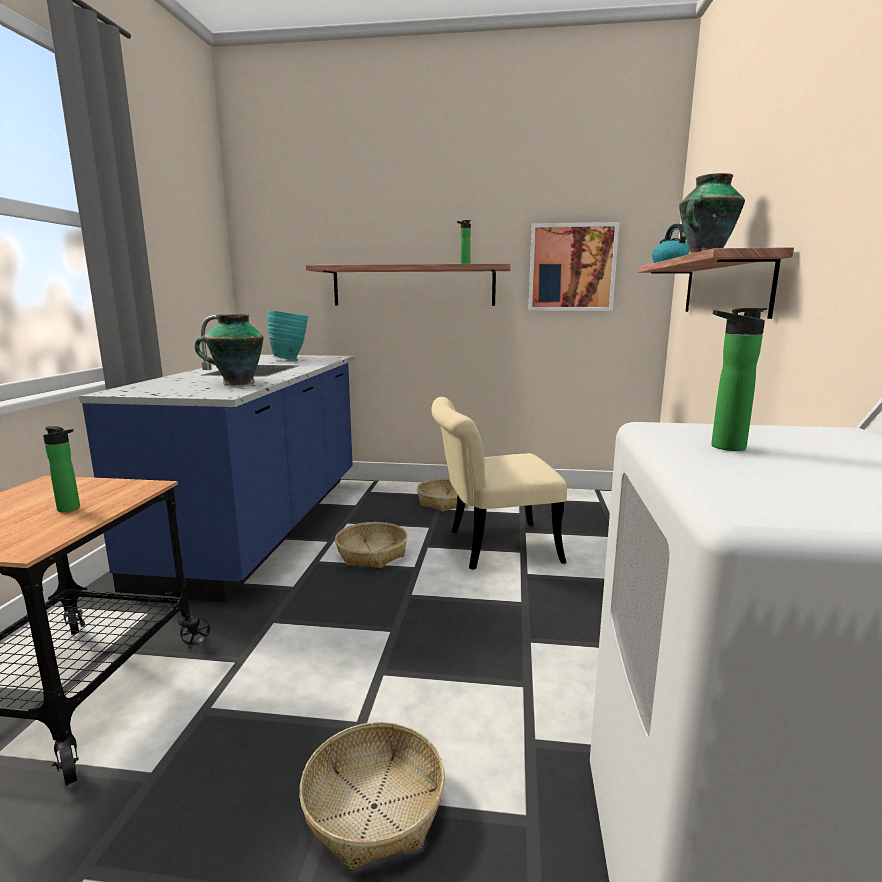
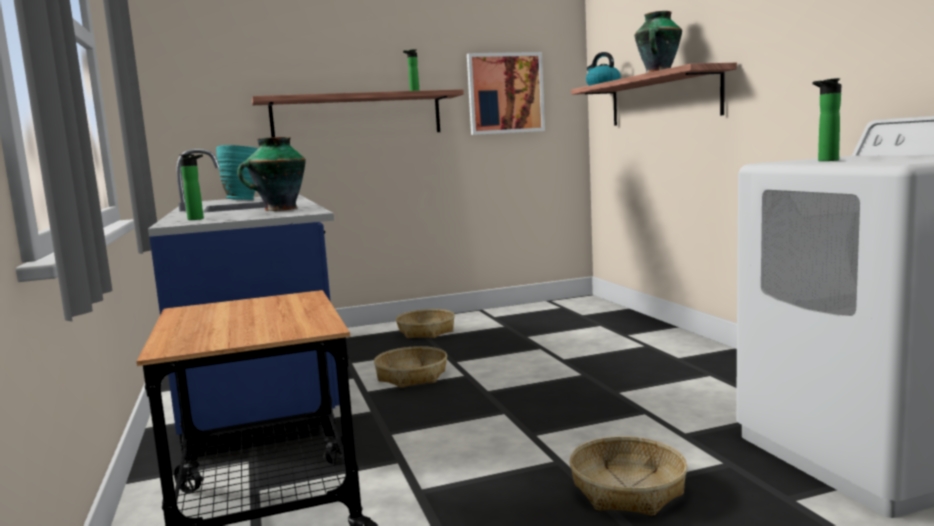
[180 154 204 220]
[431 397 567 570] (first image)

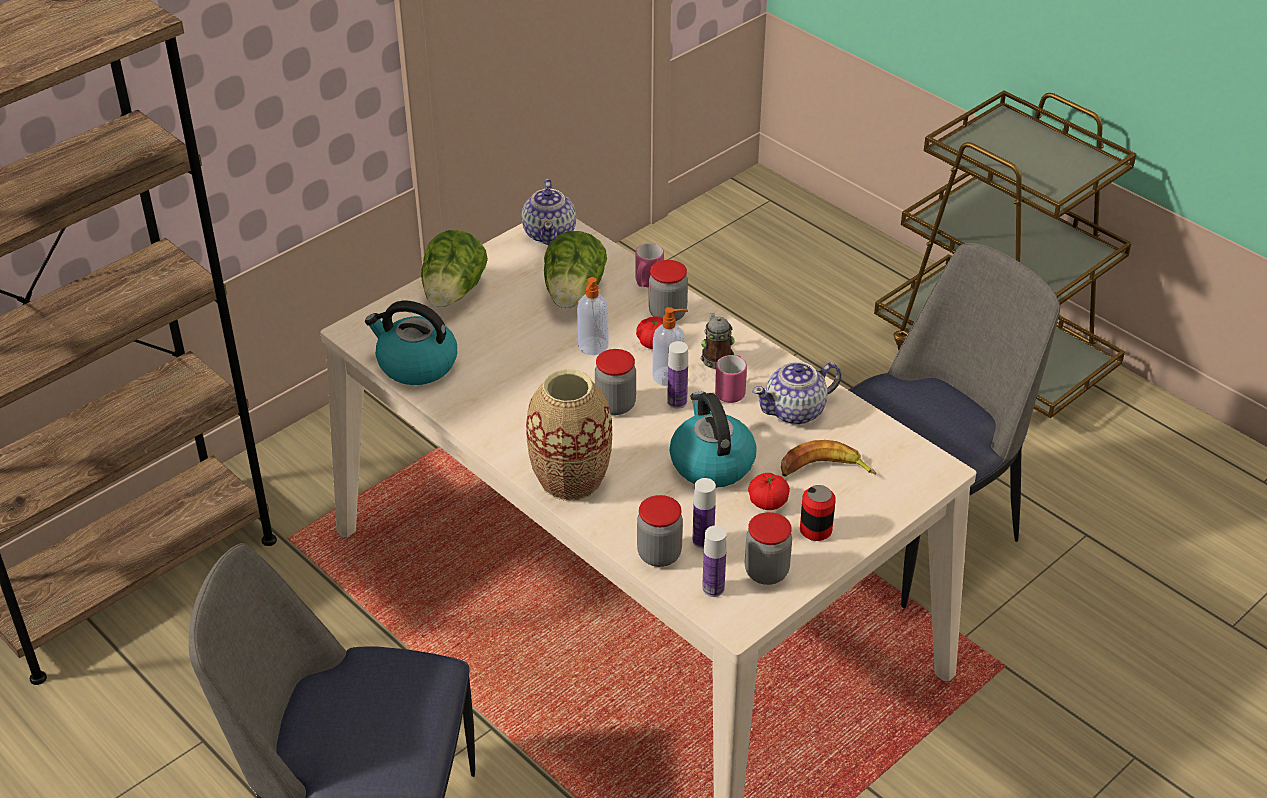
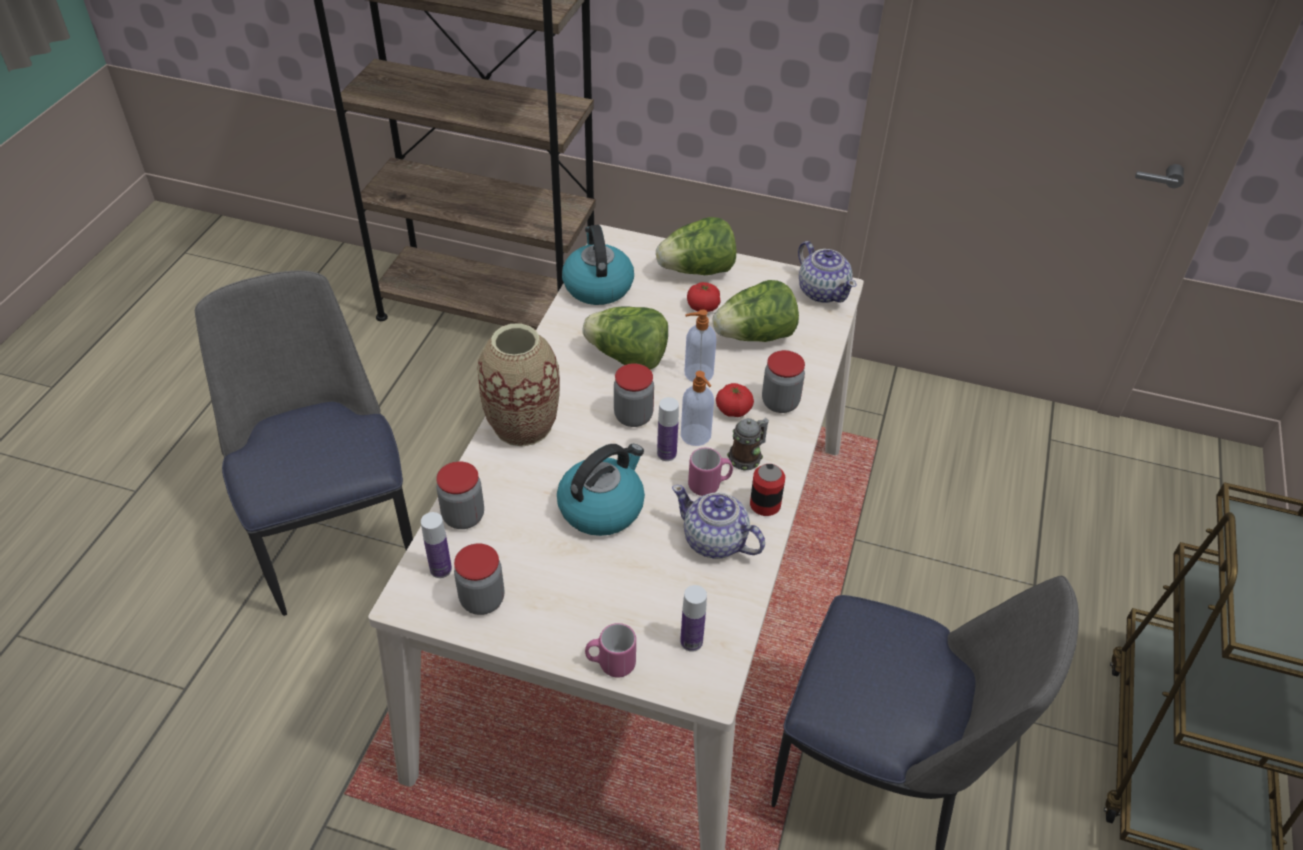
[582 306 668 370]
[585 623 636 677]
[680 585 707 652]
[687 282 720 312]
[750 464 785 516]
[798 241 857 303]
[781 440 876 477] (first image)

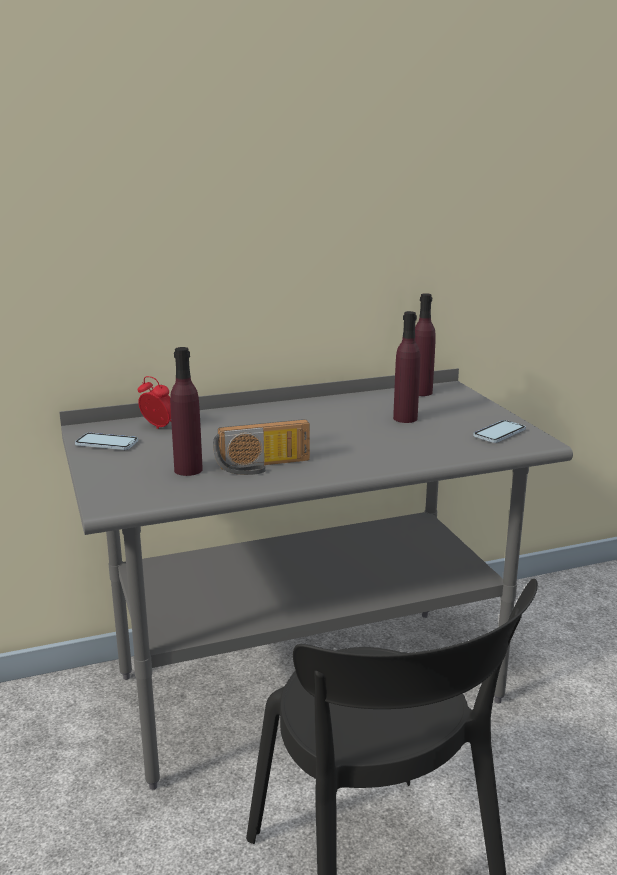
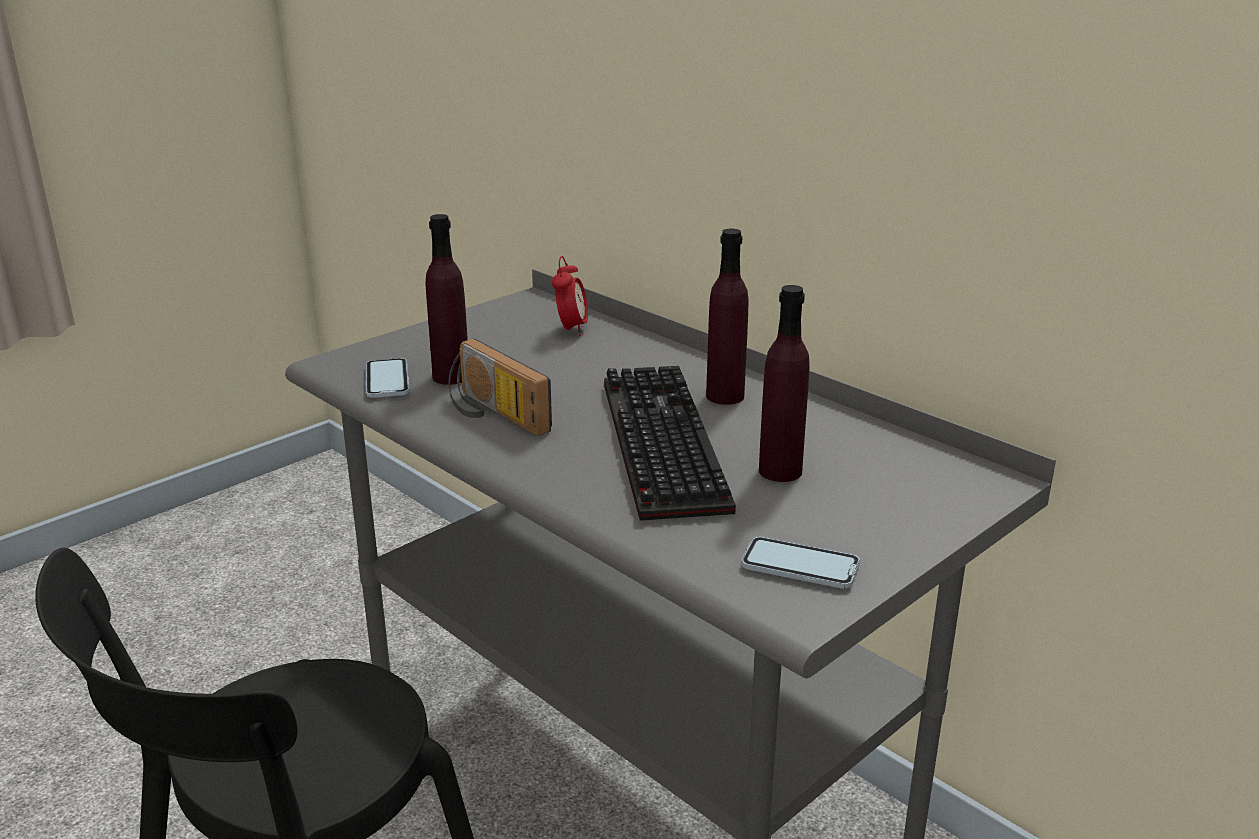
[365 358 409 398]
[604 366 736 521]
[706 229 748 405]

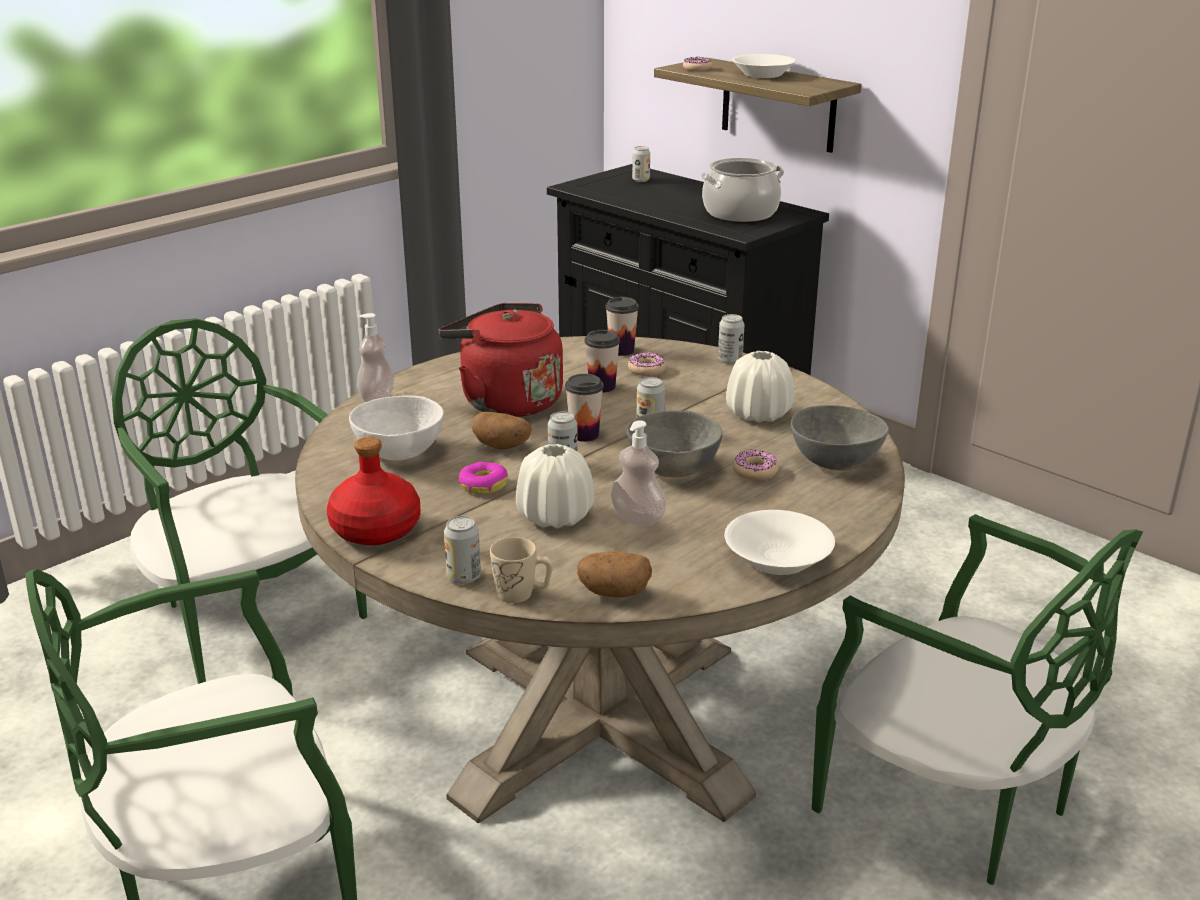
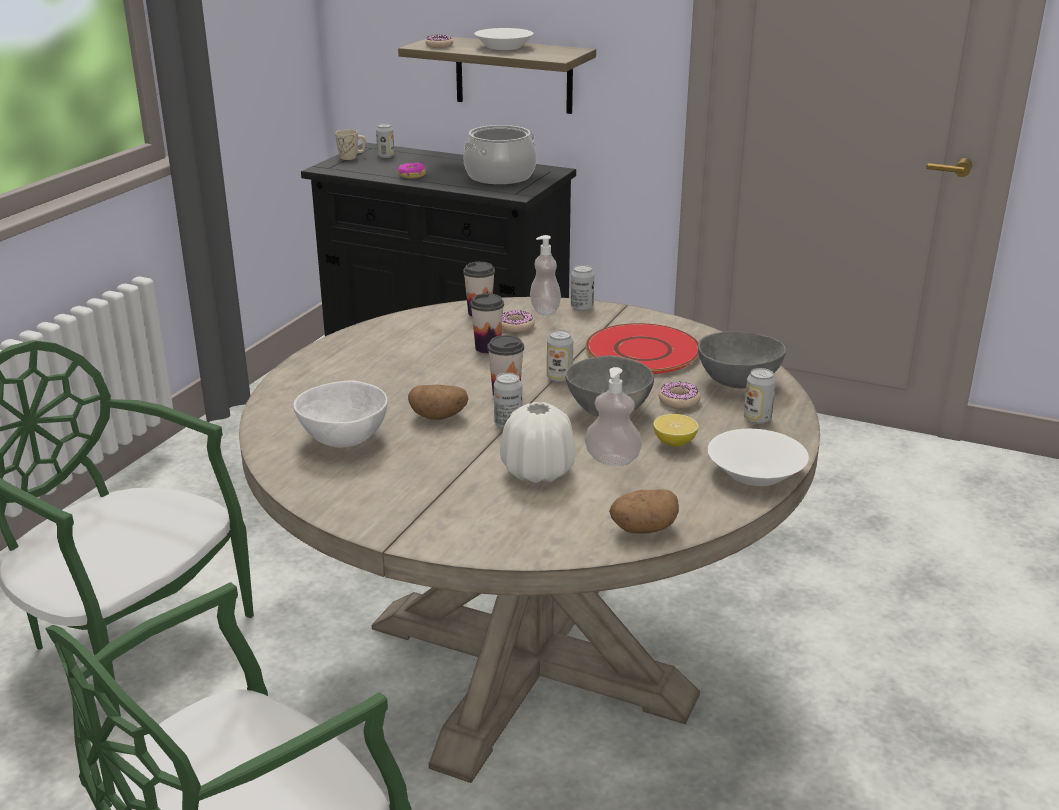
[335 129 366 160]
[398 163 426 178]
[530 235 561 315]
[586 323 699 374]
[653 414 699 447]
[744 368 776 424]
[327 437 421 545] (first image)
[439 303 563 417] (first image)
[812 514 1143 885] (first image)

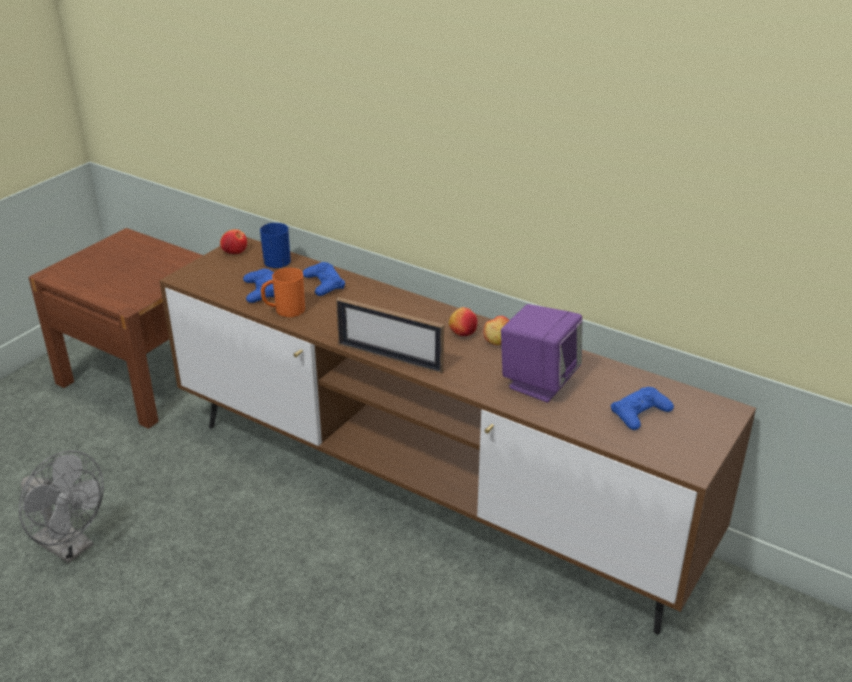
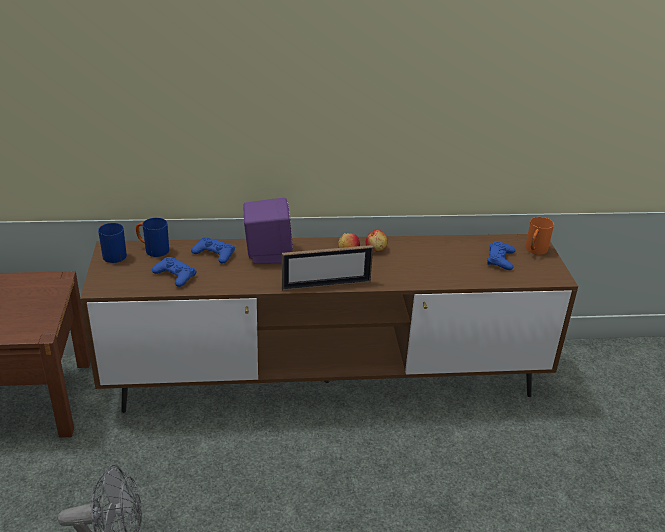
[98 223 127 263]
[243 198 293 264]
[525 217 554 255]

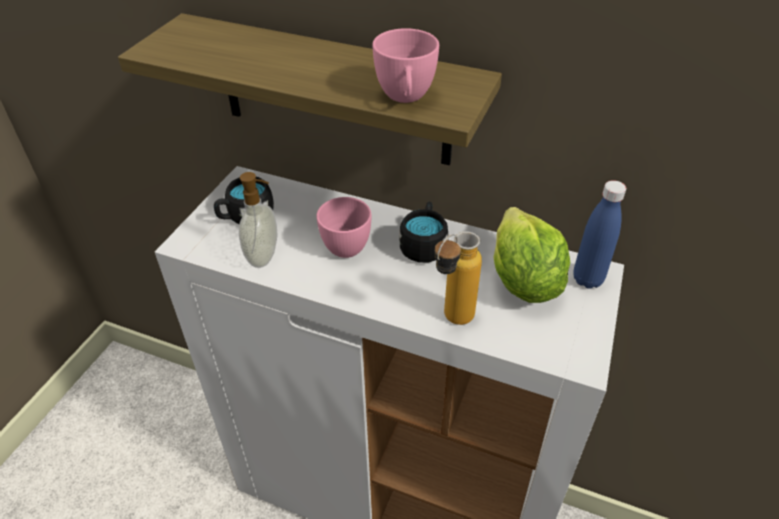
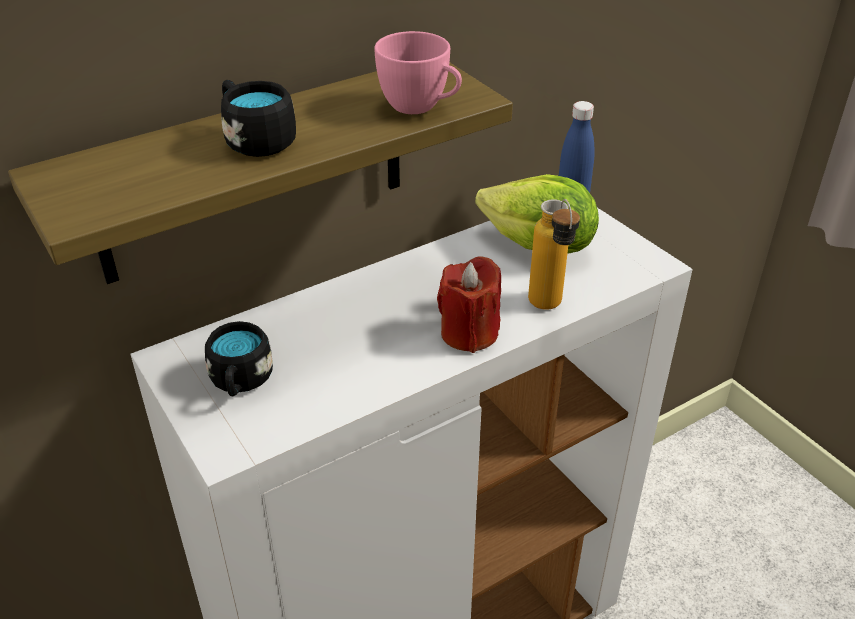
[221 80 296 157]
[437 256 501 353]
[239 172 278 268] (first image)
[316 197 371 258] (first image)

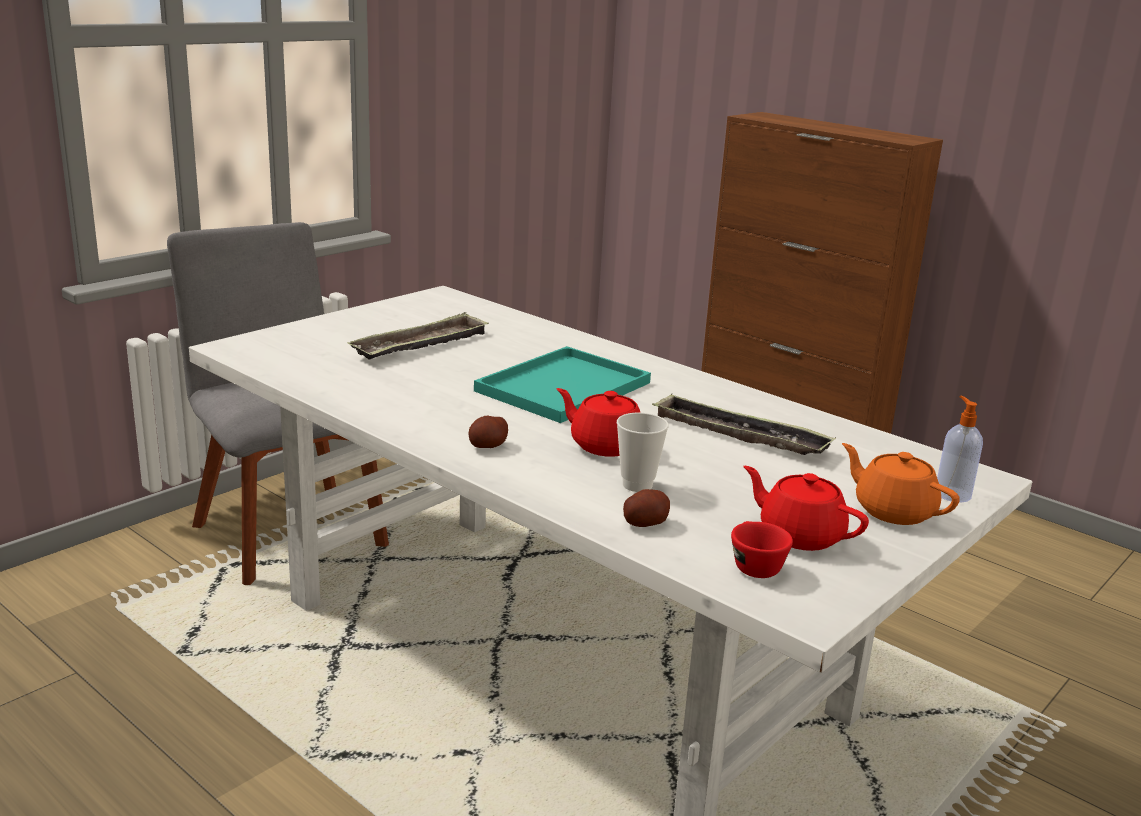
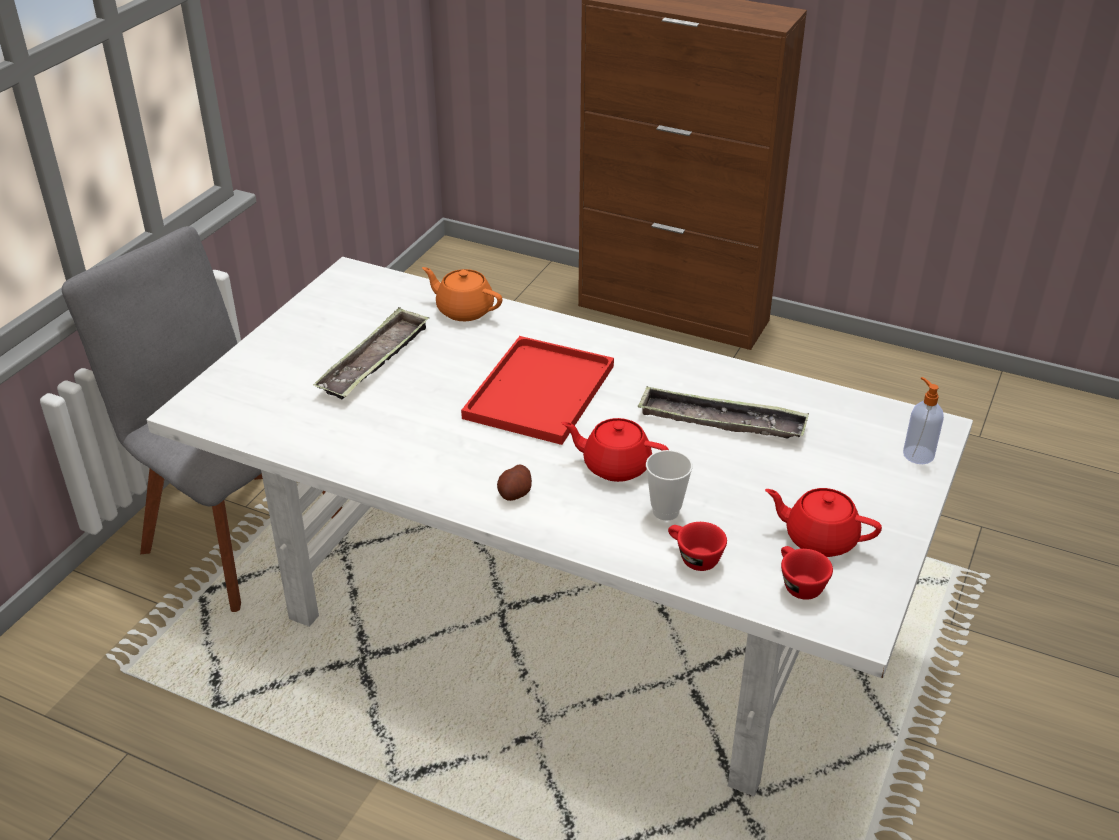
[422 267 503 321]
[461 336 614 445]
[668 522 727 571]

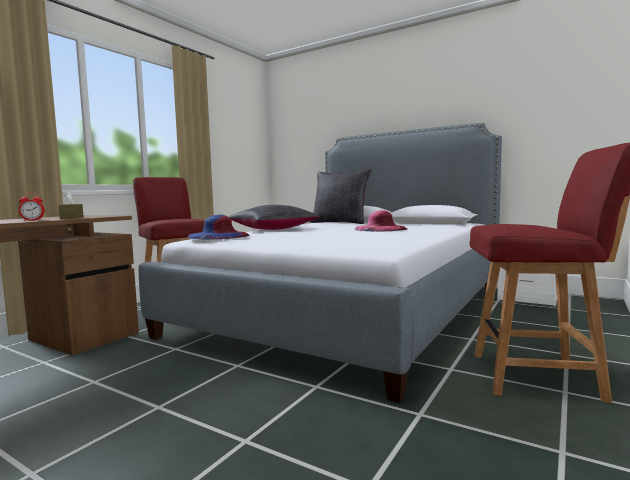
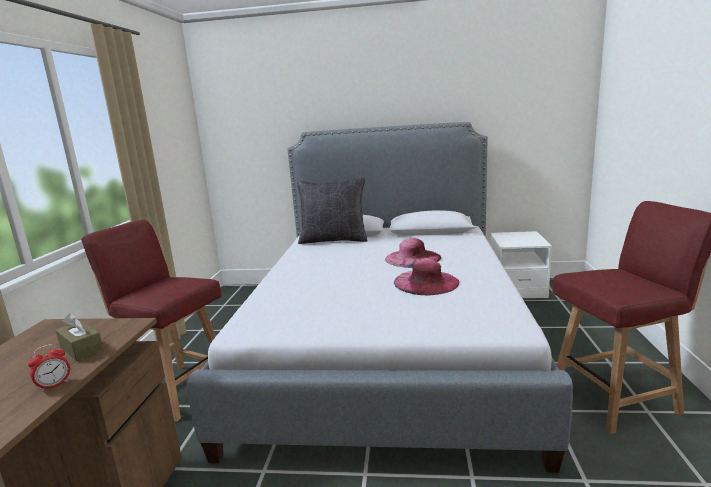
[394 259 459 295]
[188 215 250 240] (first image)
[228 205 320 230] (first image)

